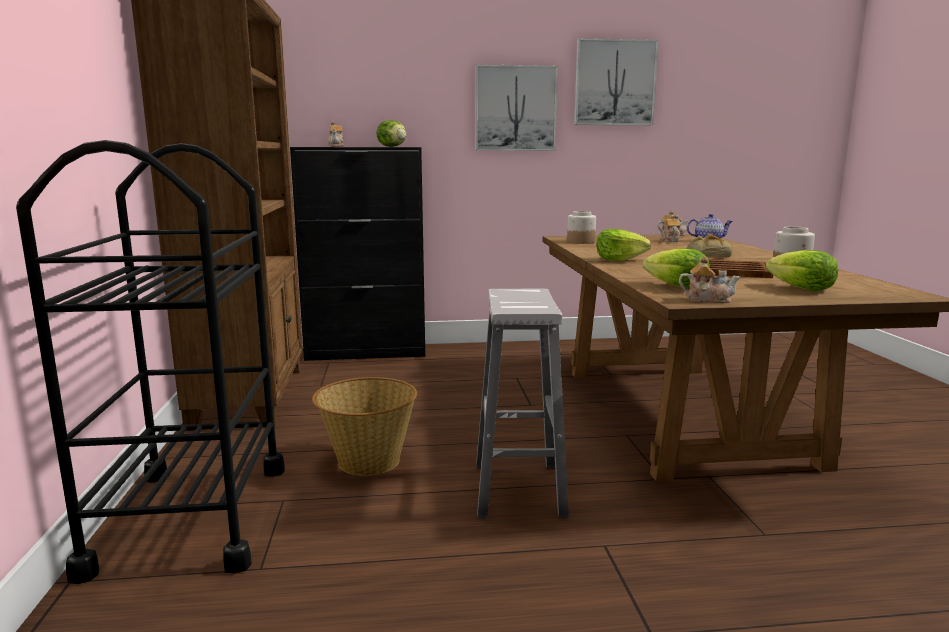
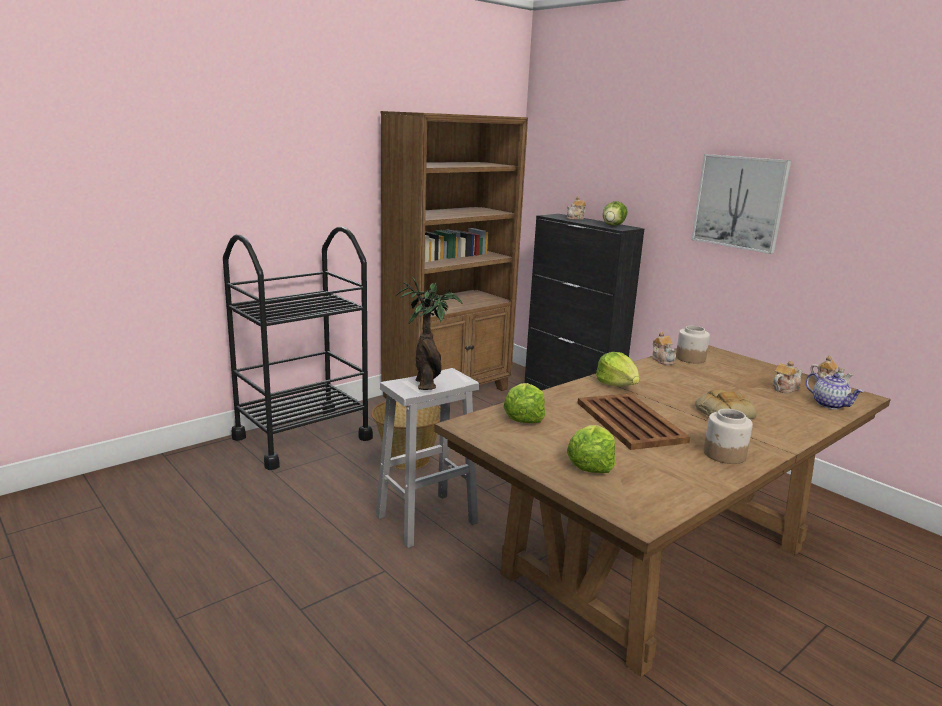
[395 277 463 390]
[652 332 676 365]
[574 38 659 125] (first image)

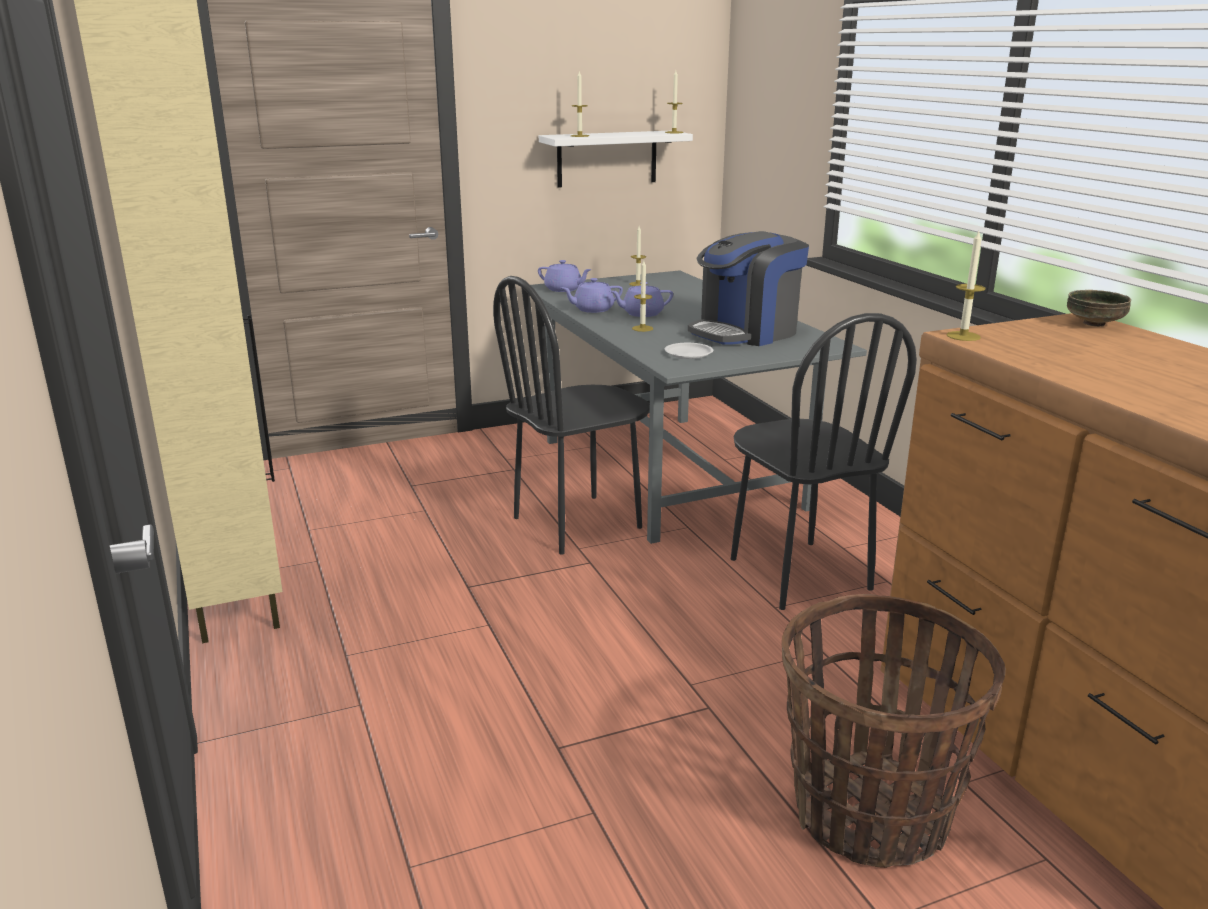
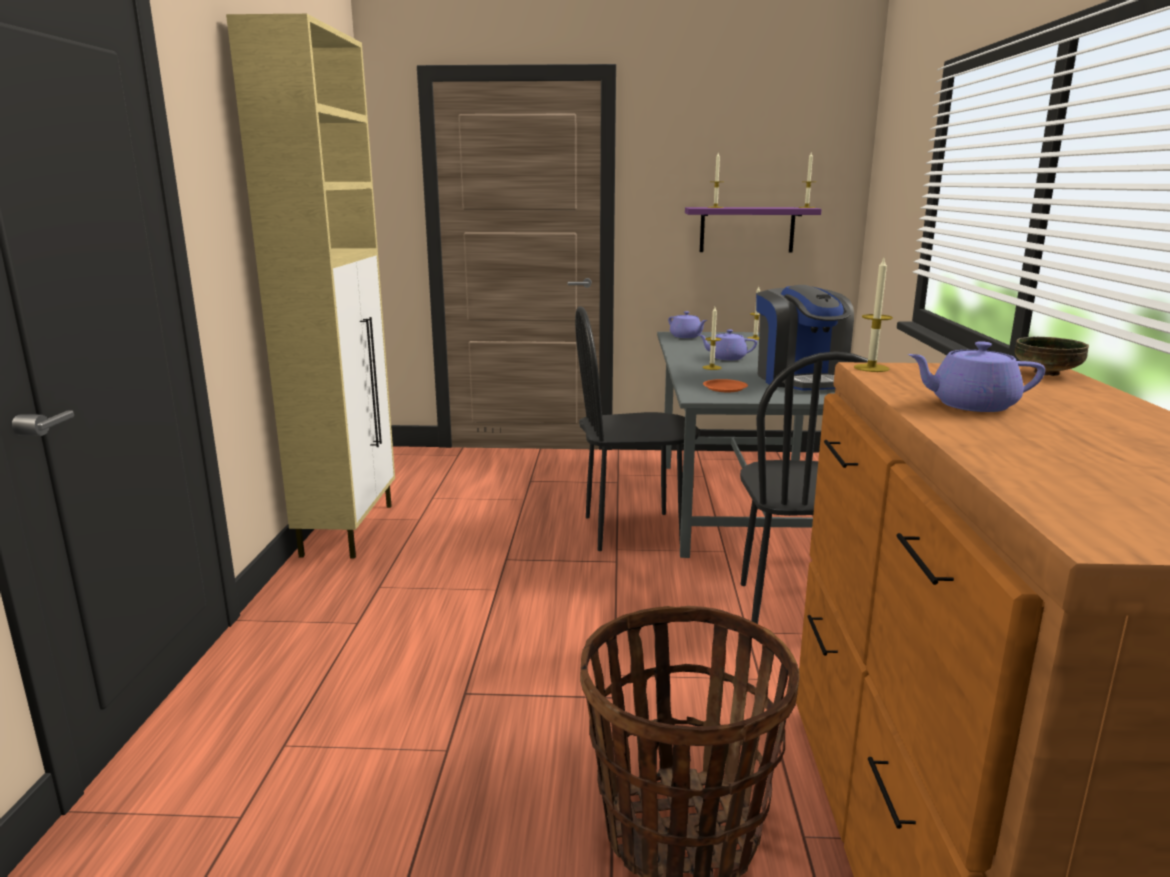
[685 207 822 252]
[703 379 748 392]
[756 285 854 391]
[908 341 1045 412]

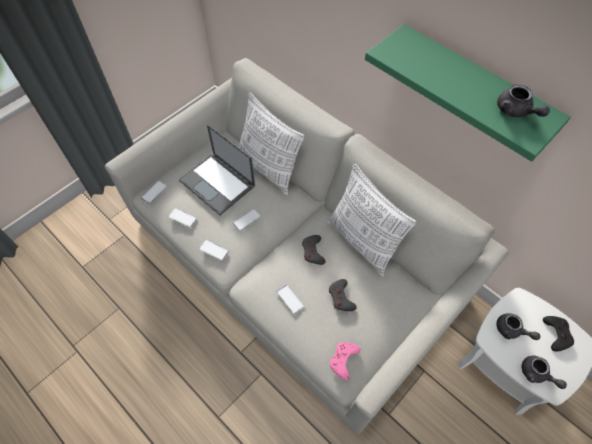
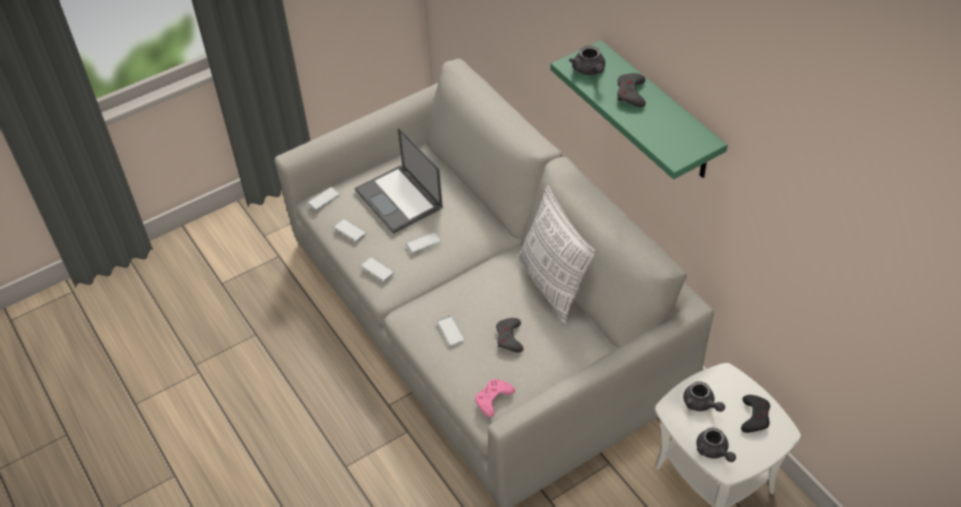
[569 46 605 75]
[617 73 646 108]
[239 92 305 196] (first image)

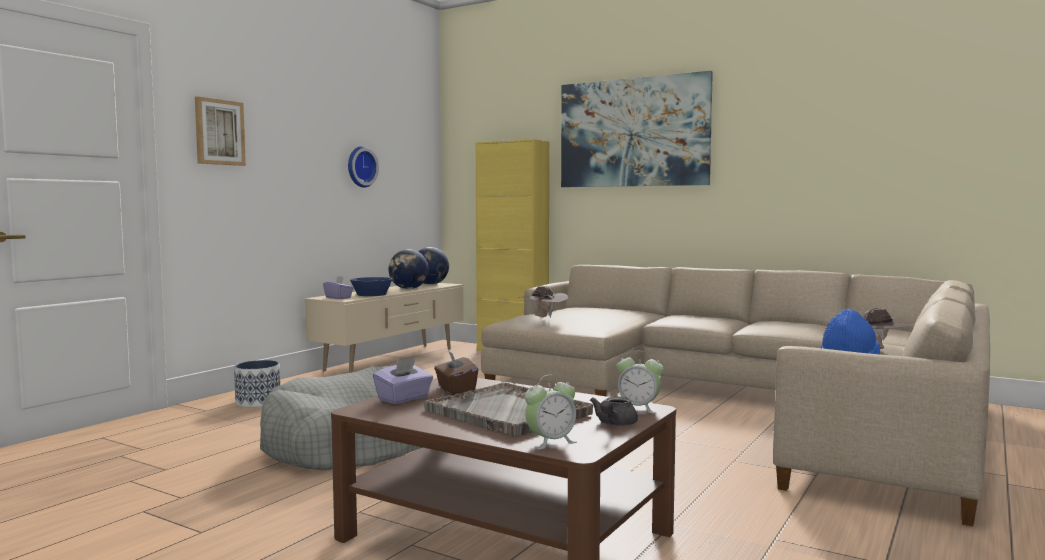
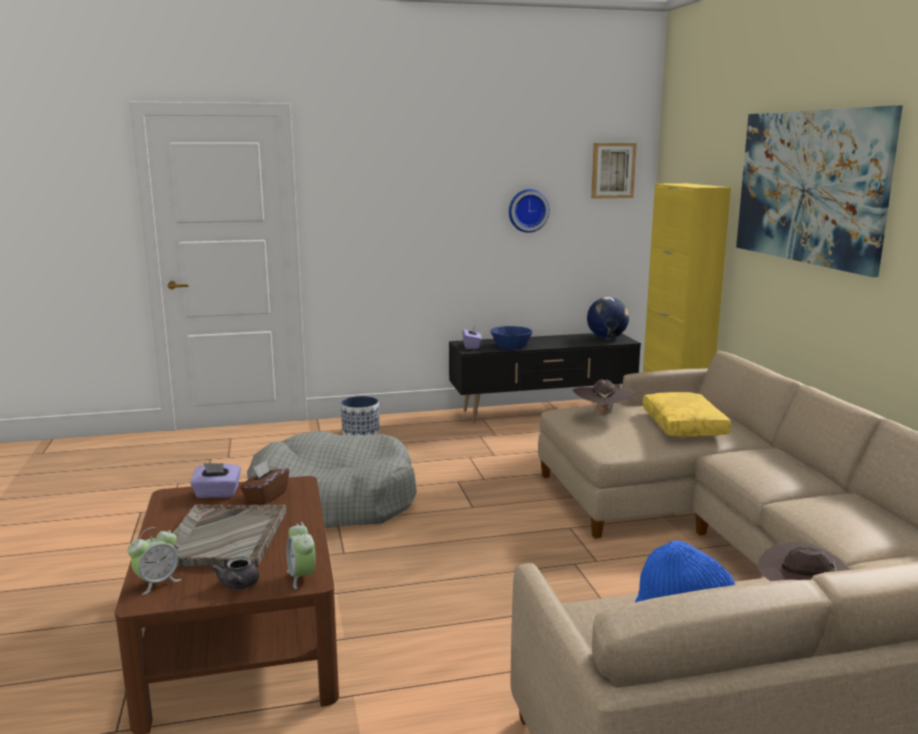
[128 527 181 595]
[211 557 259 589]
[449 333 641 422]
[591 143 637 199]
[643 392 731 437]
[388 249 429 289] (first image)

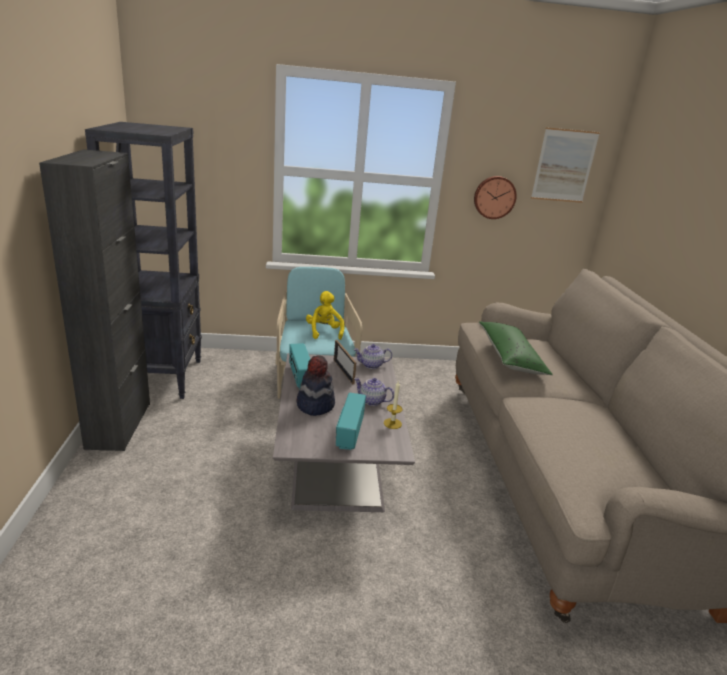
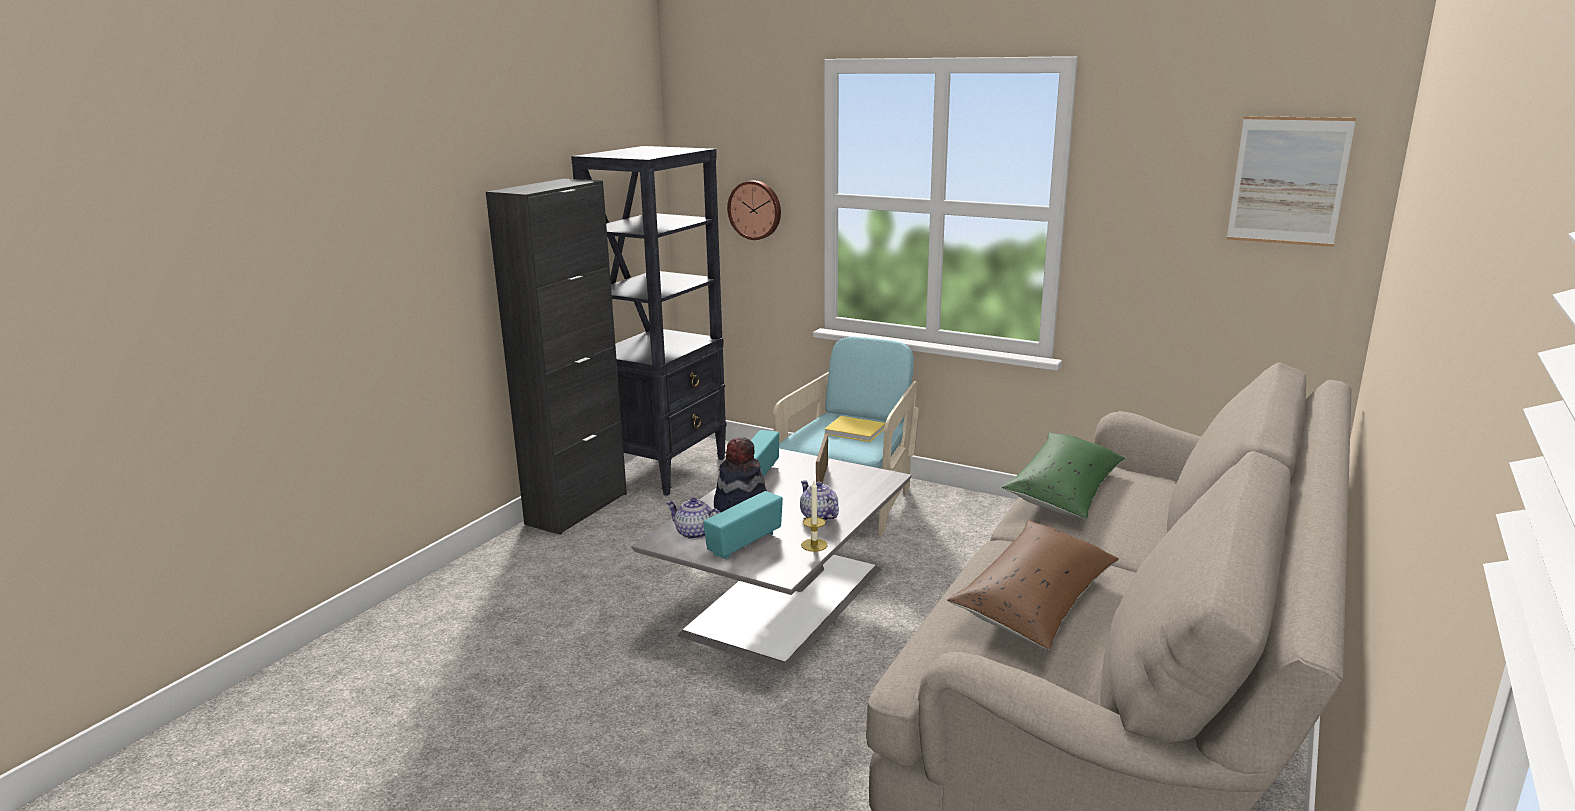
[666 497 721 539]
[727 180 781 240]
[825 416 885 442]
[947 520 1119 650]

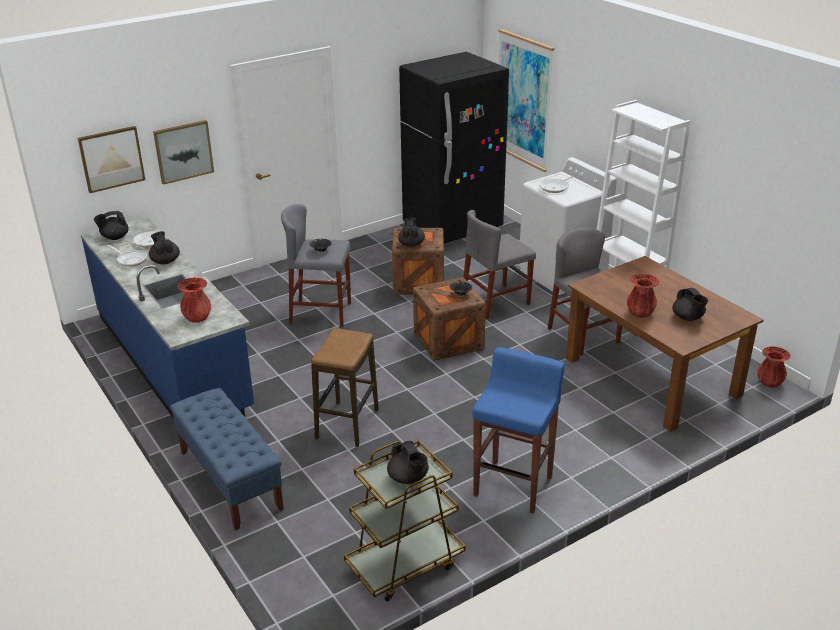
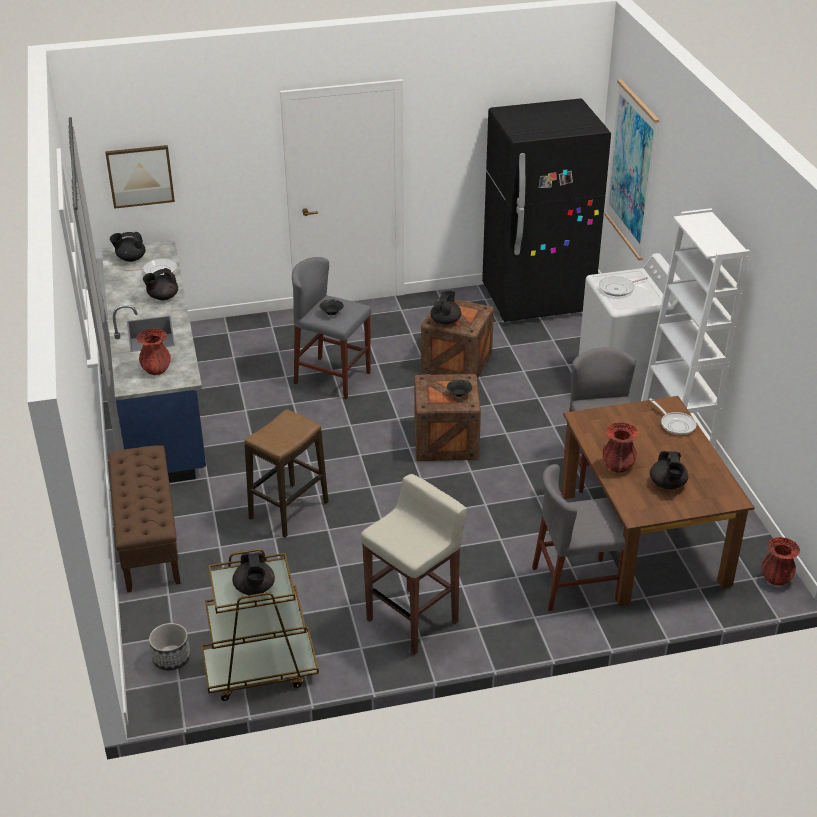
[108 445 181 593]
[143 268 178 300]
[149 623 190 670]
[361 474 467 655]
[532 464 626 611]
[649 398 697 435]
[153 120 214 185] (first image)

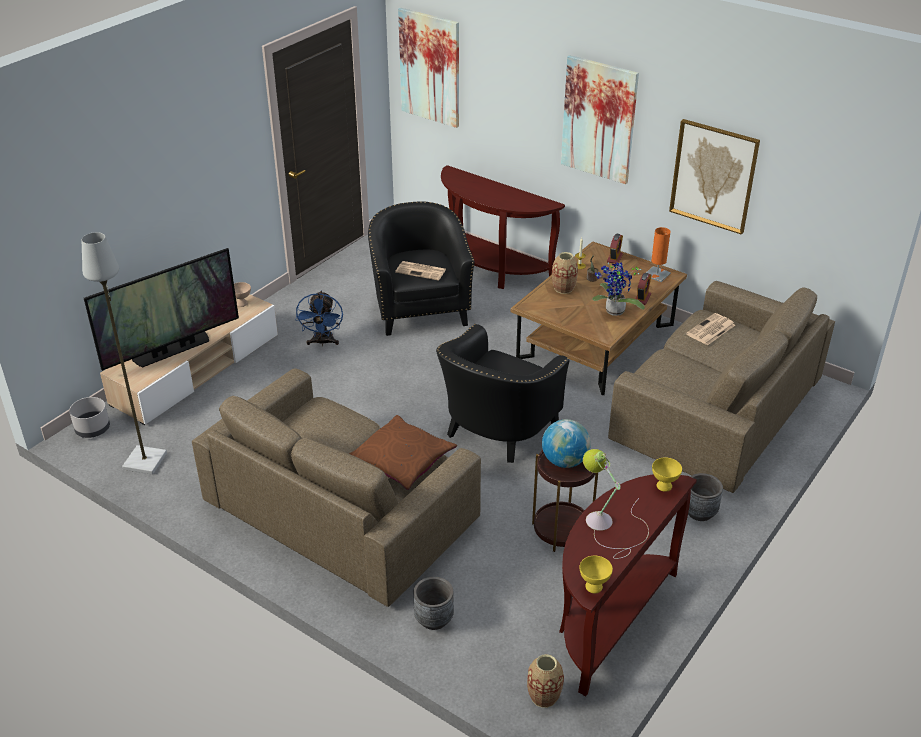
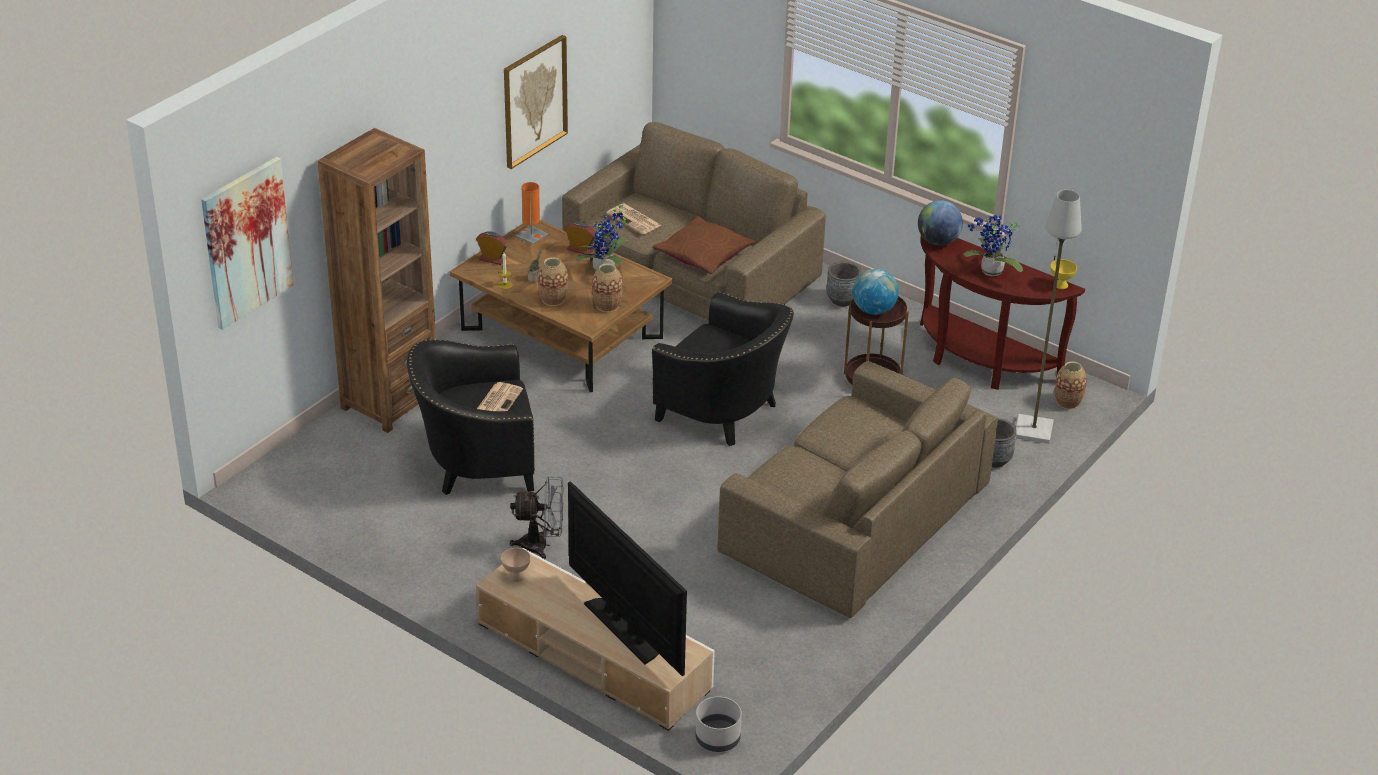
[318 128 436 433]
[510 476 564 559]
[592 264 623 312]
[652 216 756 274]
[918 200 963 245]
[964 214 1023 276]
[1016 190 1082 444]
[561 55 639 184] (first image)

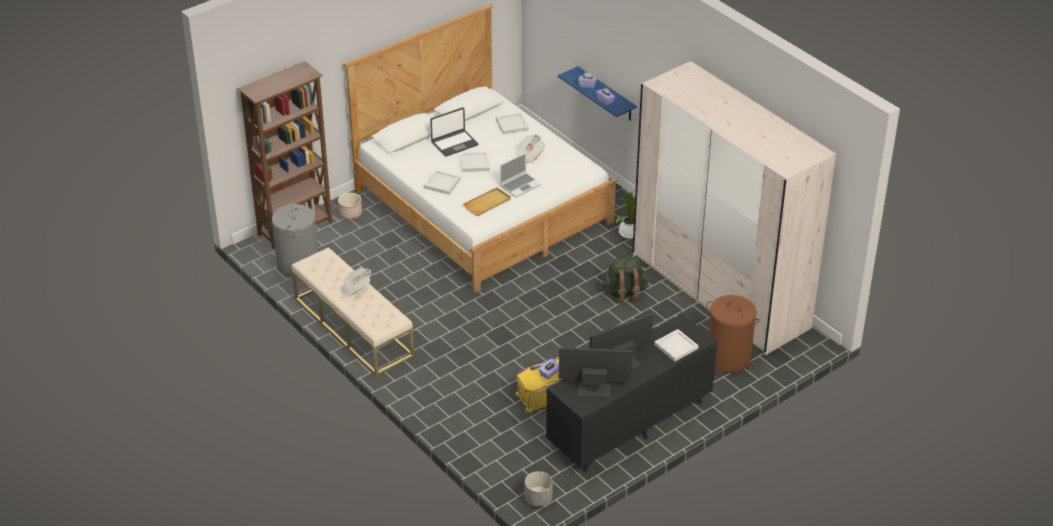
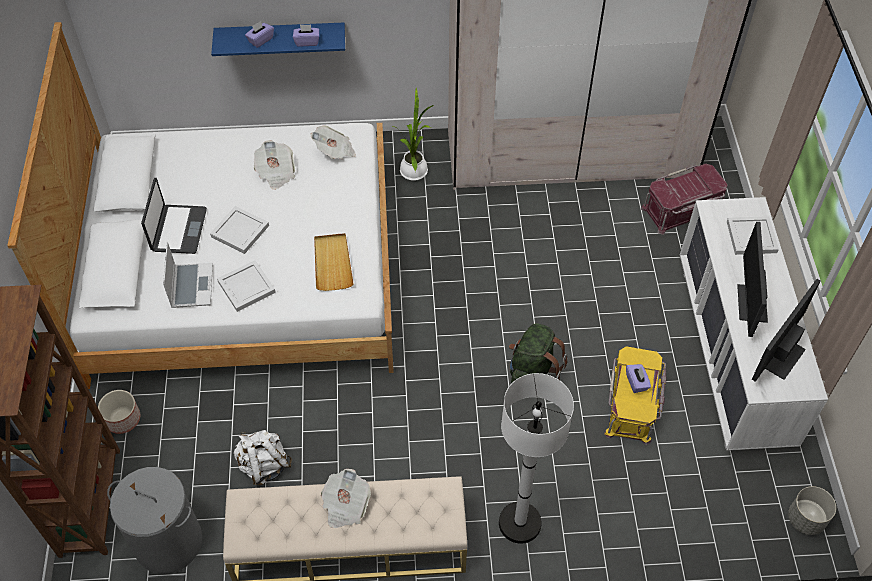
[163 242 213 308]
[234 430 292 485]
[310 126 356 159]
[499 373 574 544]
[509 323 567 384]
[641 164 728 235]
[680 197 828 451]
[496 112 529 134] (first image)

